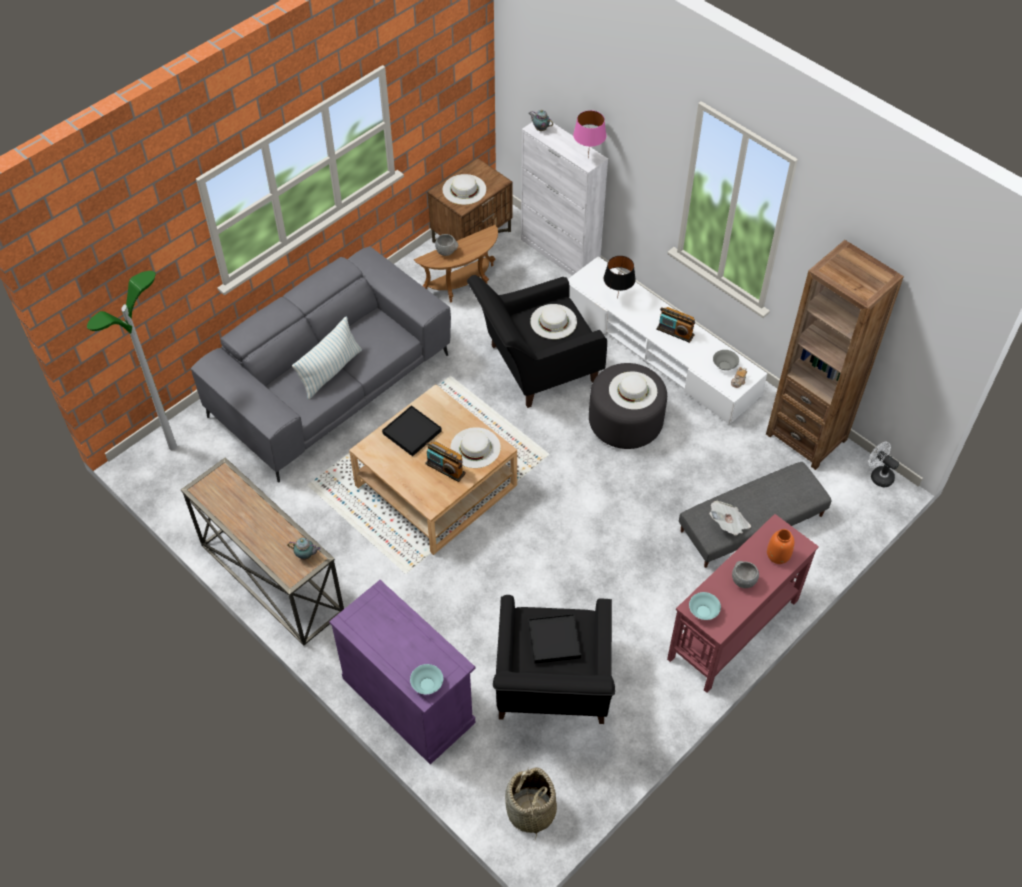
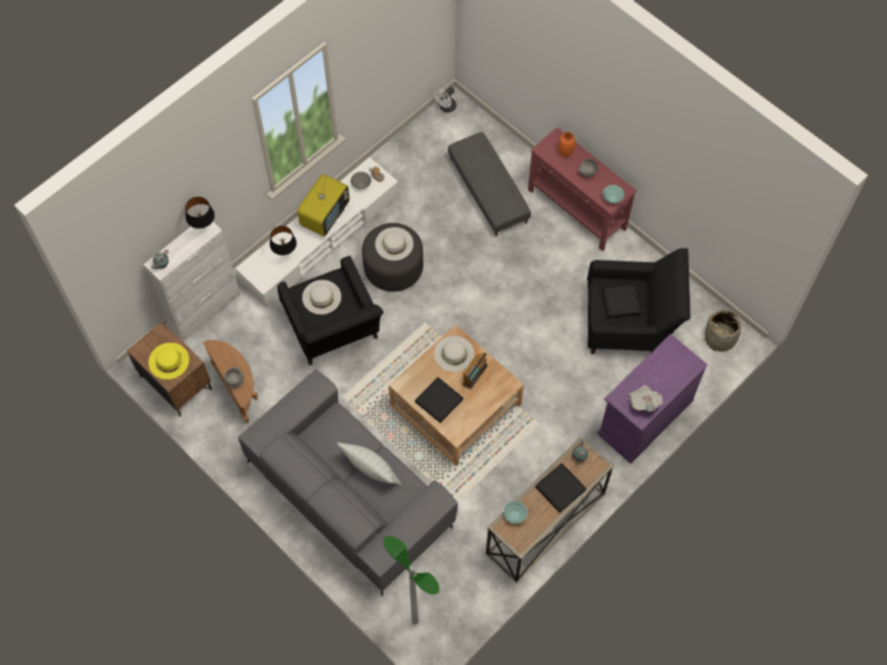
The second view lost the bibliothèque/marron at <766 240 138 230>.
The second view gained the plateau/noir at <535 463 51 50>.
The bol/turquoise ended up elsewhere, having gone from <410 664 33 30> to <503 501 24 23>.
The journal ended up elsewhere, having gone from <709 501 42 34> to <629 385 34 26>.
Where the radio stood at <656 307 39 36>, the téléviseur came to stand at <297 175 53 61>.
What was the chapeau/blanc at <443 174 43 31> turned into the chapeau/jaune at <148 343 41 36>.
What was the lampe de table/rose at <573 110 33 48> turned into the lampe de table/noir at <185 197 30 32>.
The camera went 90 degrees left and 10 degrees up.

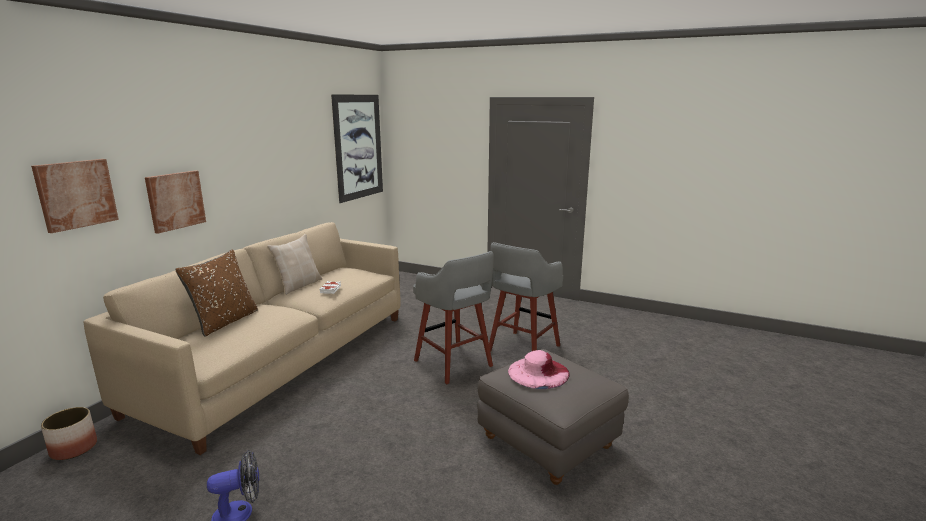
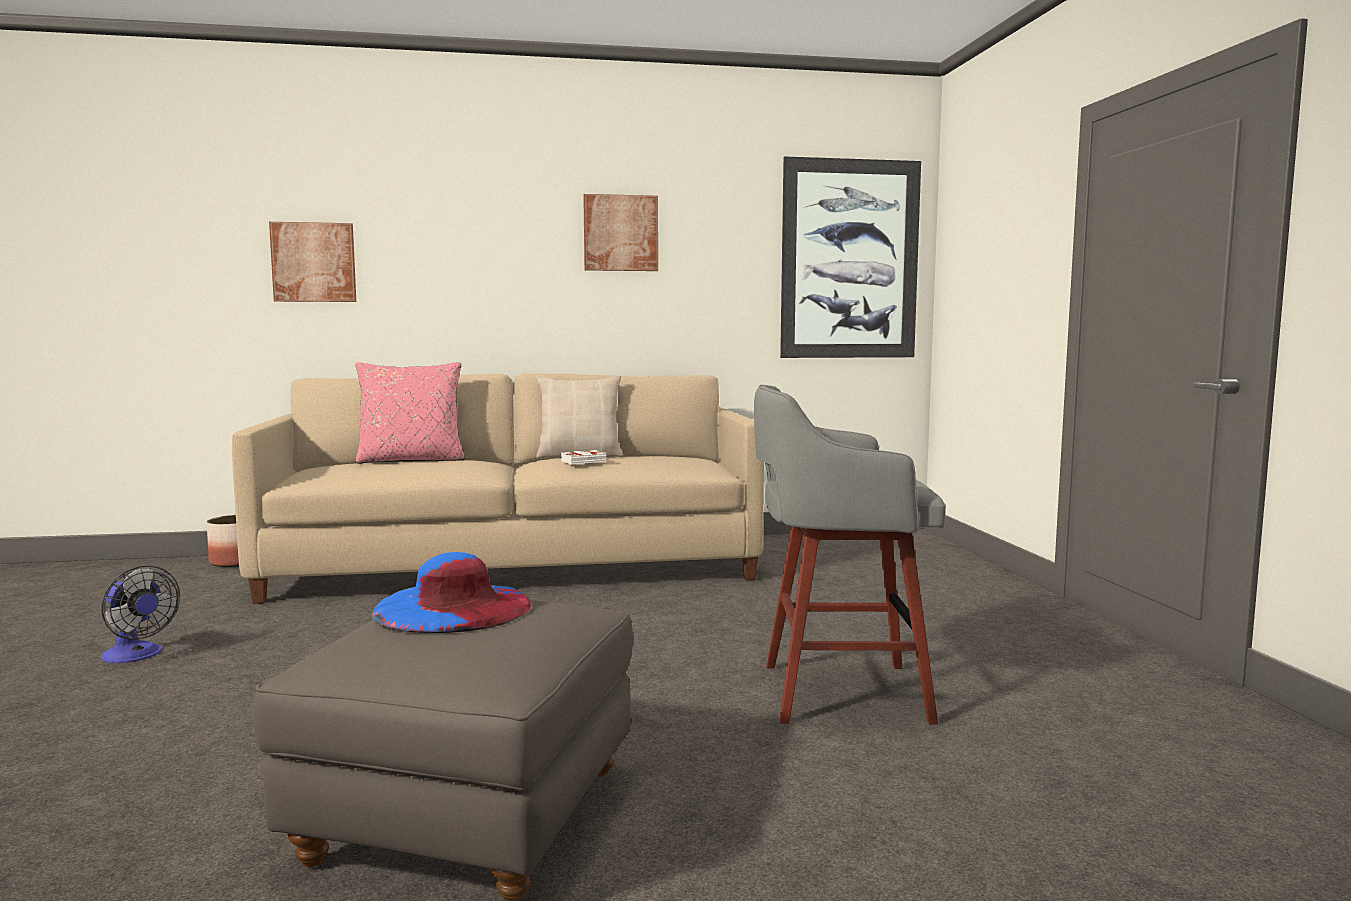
The second view lost the tabouret/gris at <413 251 81 133>.
The tableau ended up elsewhere, having gone from <145 170 61 63> to <583 194 75 77>.
What was the coussin/marron at <175 249 83 88> turned into the coussin/rose at <355 362 110 102>.
What was the chapeau/rose at <508 350 62 39> turned into the chapeau/bleu at <372 552 159 81>.
The camera went 55 degrees right and 10 degrees down.

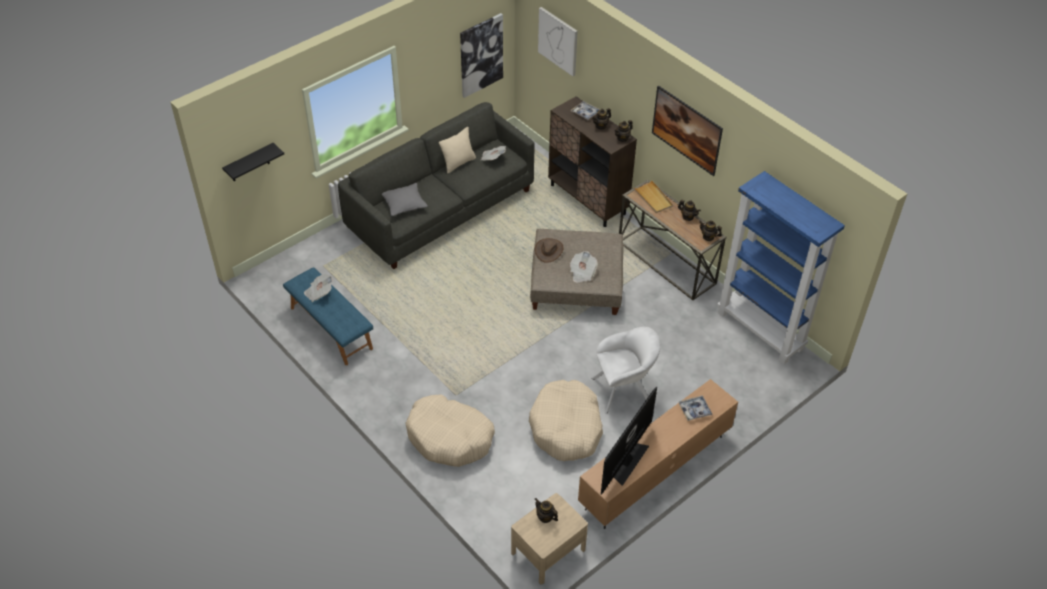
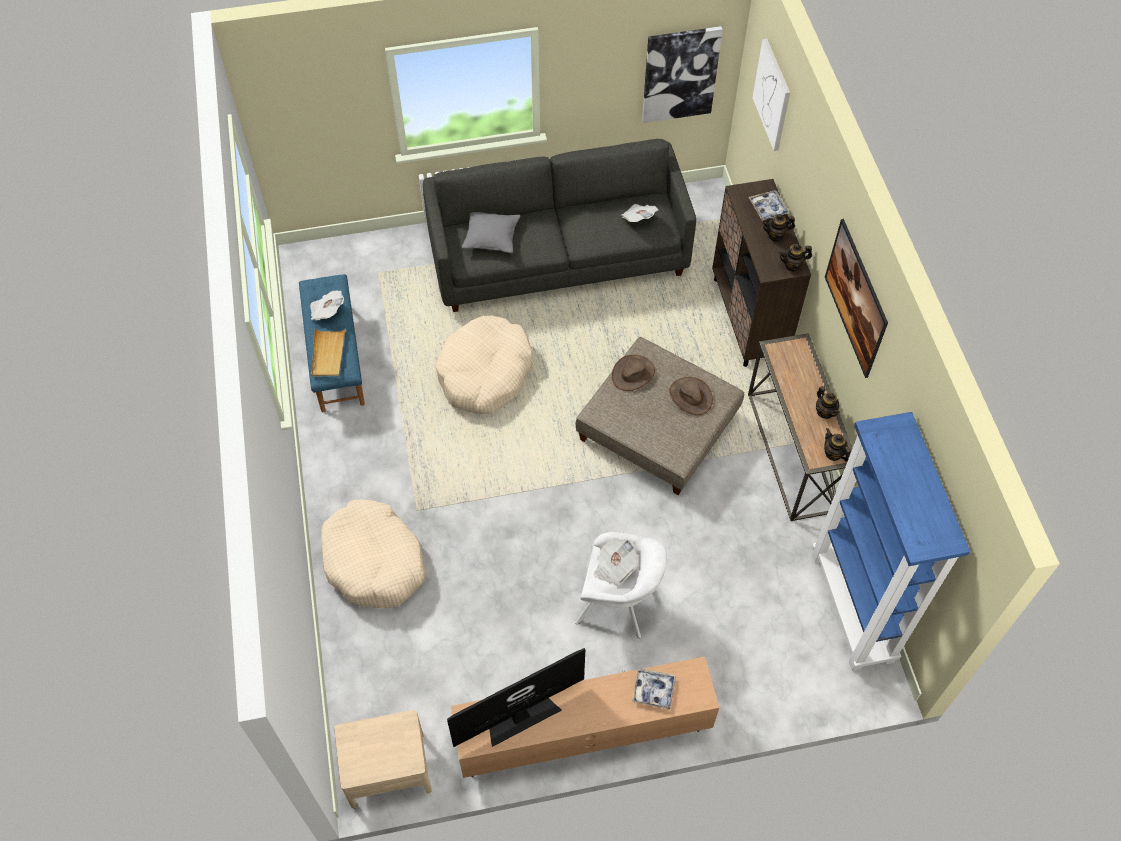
The second view lost the étagère/noir at <222 143 62 38>.
The second view lost the coussin/beige at <439 127 37 47>.
The second view lost the théière at <535 498 23 25>.
The second view gained the chapeau/marron at <670 377 43 38>.
The panier pour chien/beige ended up elsewhere, having gone from <529 380 74 81> to <436 315 98 99>.
The journal ended up elsewhere, having gone from <570 251 28 32> to <594 538 45 48>.
The plateau/beige ended up elsewhere, having gone from <633 180 40 33> to <312 328 34 49>.
The camera went 30 degrees right and 10 degrees up.

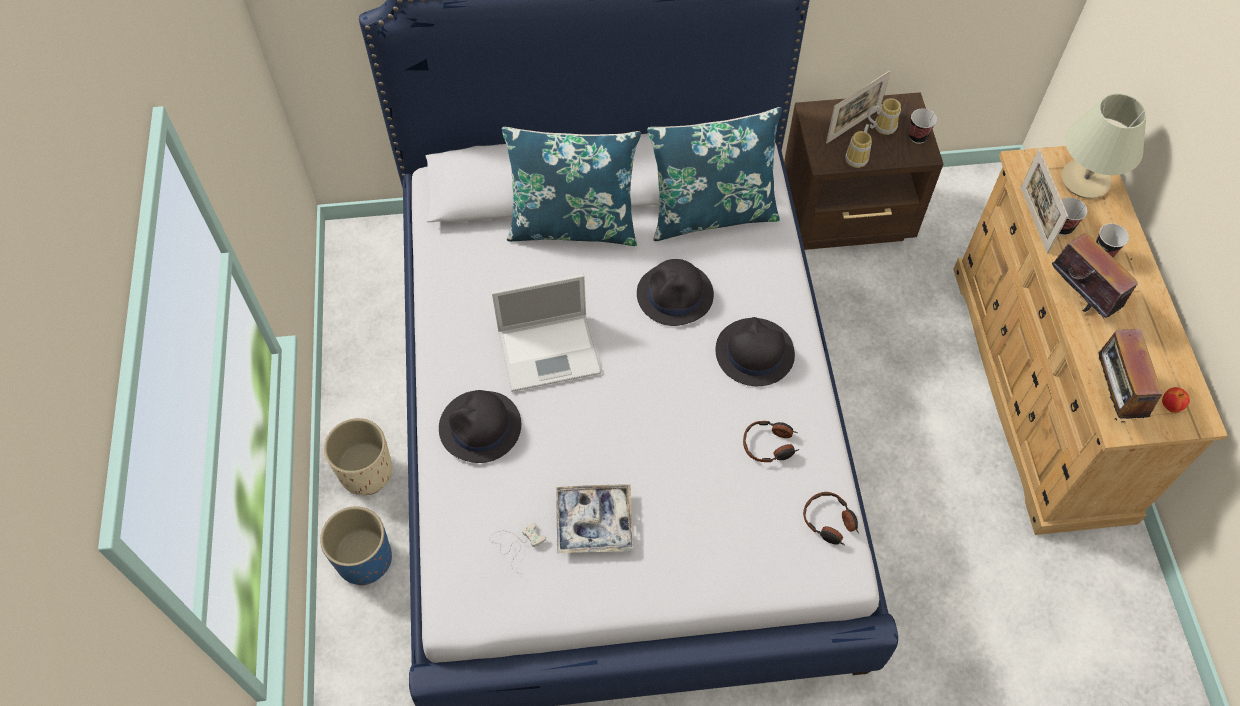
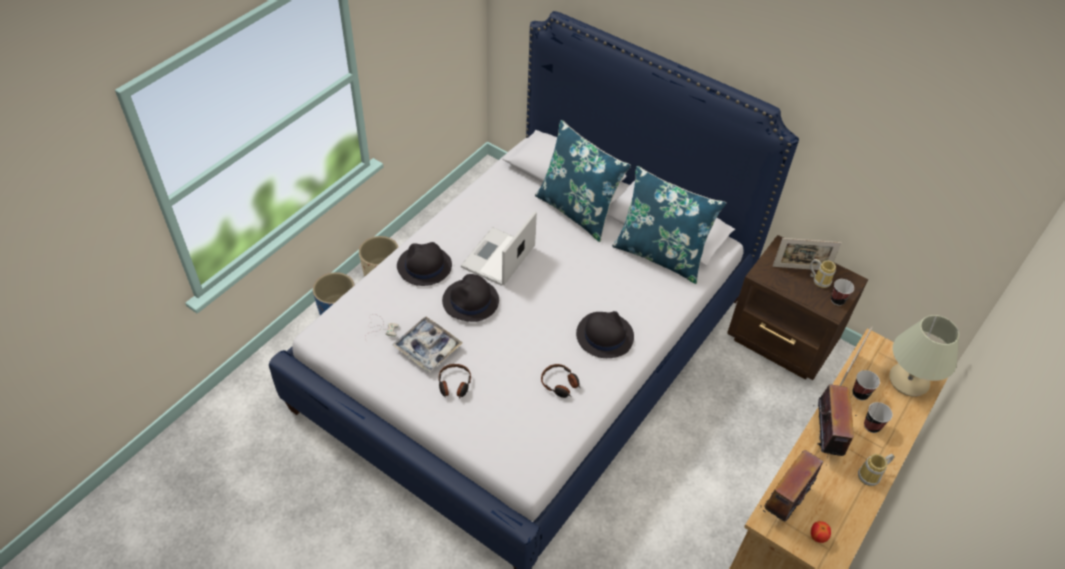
The chapeau/noir ended up elsewhere, having gone from <637 259 77 67> to <442 274 57 48>.
The casque audio ended up elsewhere, having gone from <803 492 56 53> to <438 364 33 34>.
The mug ended up elsewhere, having gone from <845 124 27 44> to <858 454 37 32>.
The ordinateur portable at <492 274 109 118> ended up facing another way, 90 degrees clockwise from before.
The camera went 40 degrees right and 10 degrees down.

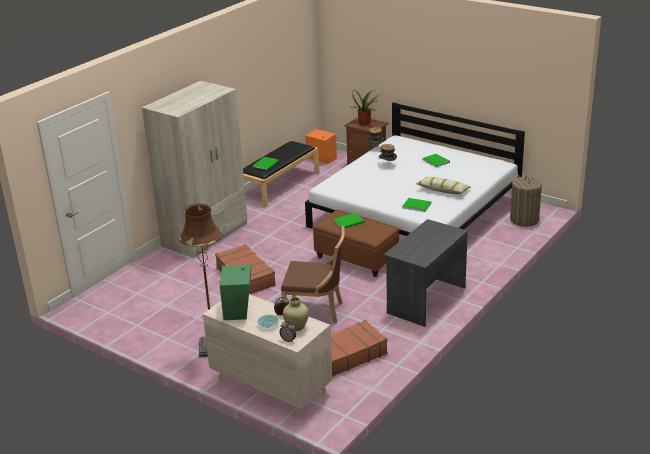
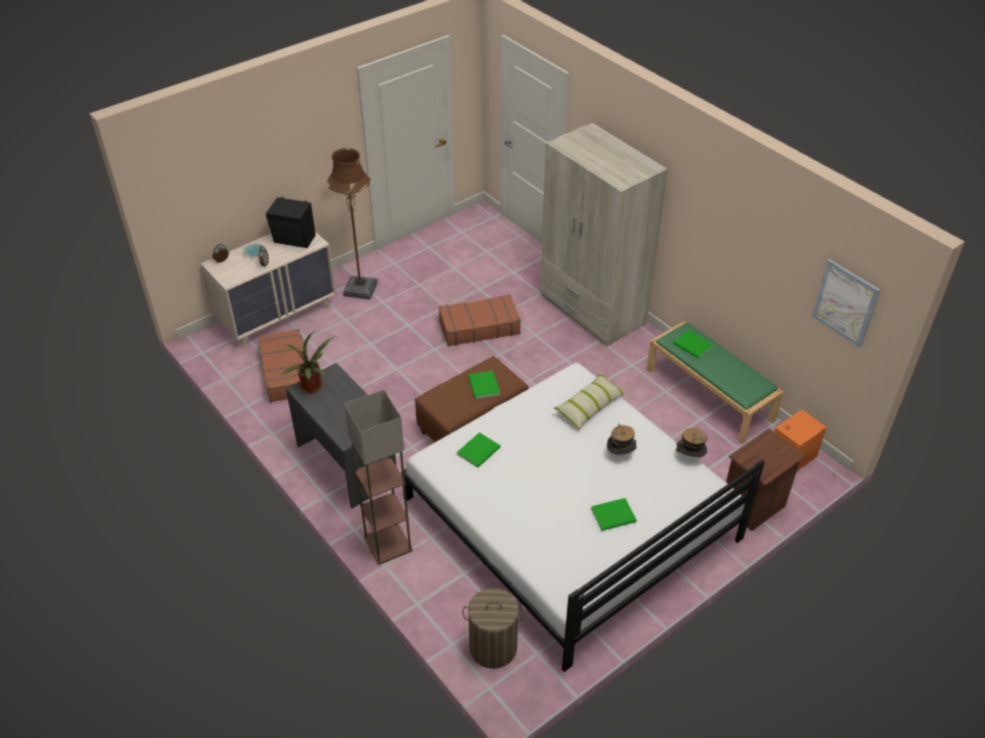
The second view lost the chaise/marron at <281 226 64 98>.
The second view lost the vase/beige at <283 297 26 34>.
The second view gained the lampadaire at <344 390 69 175>.
The second view gained the tableau at <812 259 68 89>.
The plante en pot ended up elsewhere, having gone from <350 89 30 37> to <281 332 53 61>.
The coussin ended up elsewhere, having gone from <415 177 56 17> to <554 372 72 58>.
What was the enceinte/vert at <220 264 31 56> turned into the enceinte/noir at <266 196 50 52>.
What was the banc/noir at <243 141 76 66> turned into the banc/vert at <646 321 138 123>.
The camera went 105 degrees right and 15 degrees up.

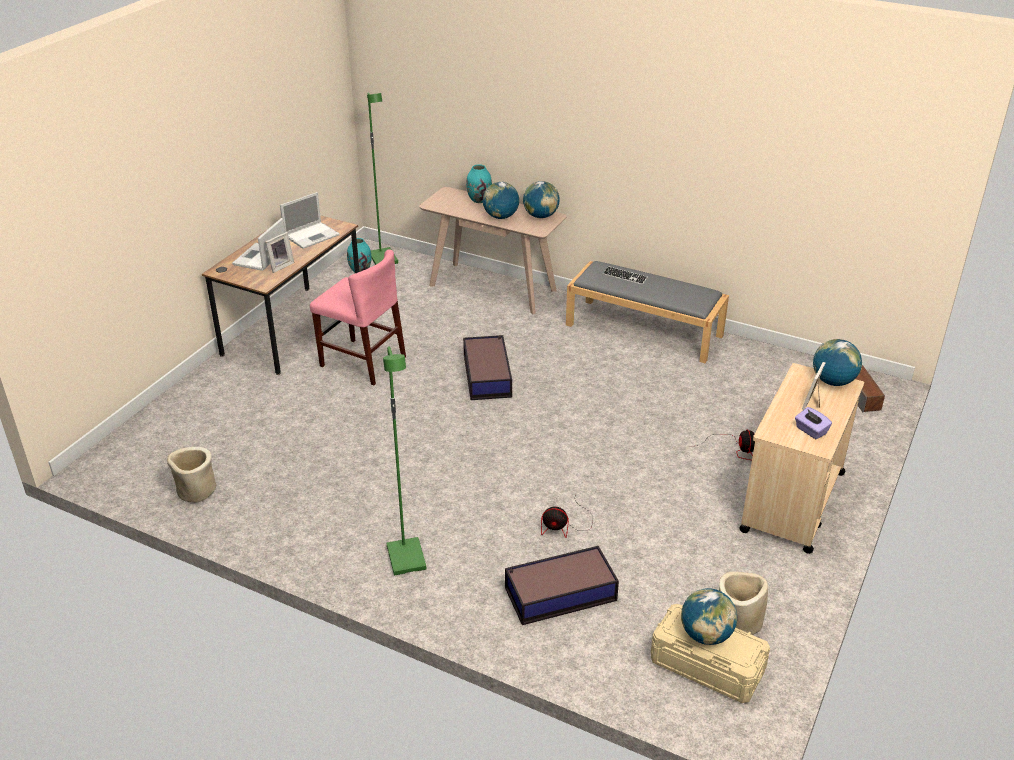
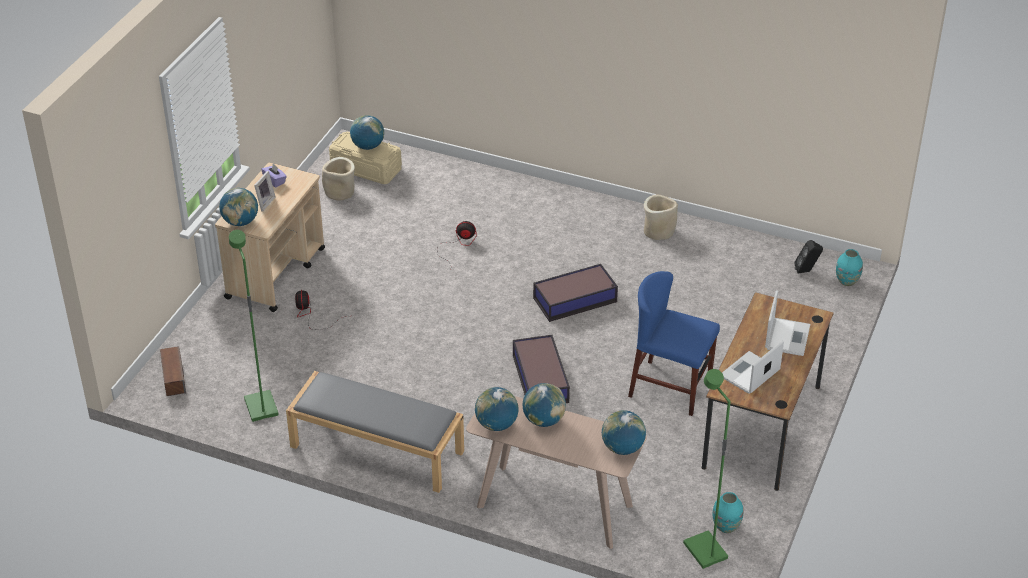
The second view lost the cadre photo at <265 232 29 41>.
The second view lost the clavier at <603 266 45 19>.
The second view gained the globe at <602 410 44 45>.
The second view gained the enceinte/noir at <795 240 28 34>.
The cache-pot/beige ended up elsewhere, having gone from <167 447 49 56> to <644 195 34 45>.
The lampadaire/vert ended up elsewhere, having gone from <383 346 43 229> to <229 230 50 192>.
The vase/turquoise ended up elsewhere, having gone from <466 164 26 39> to <836 249 27 37>.
The boîte de rangement ended up elsewhere, having gone from <505 546 114 79> to <533 264 85 58>.
What was the chaise/rose at <310 249 96 136> turned into the chaise/bleu at <628 271 92 145>.
The camera went 175 degrees right and 5 degrees up.

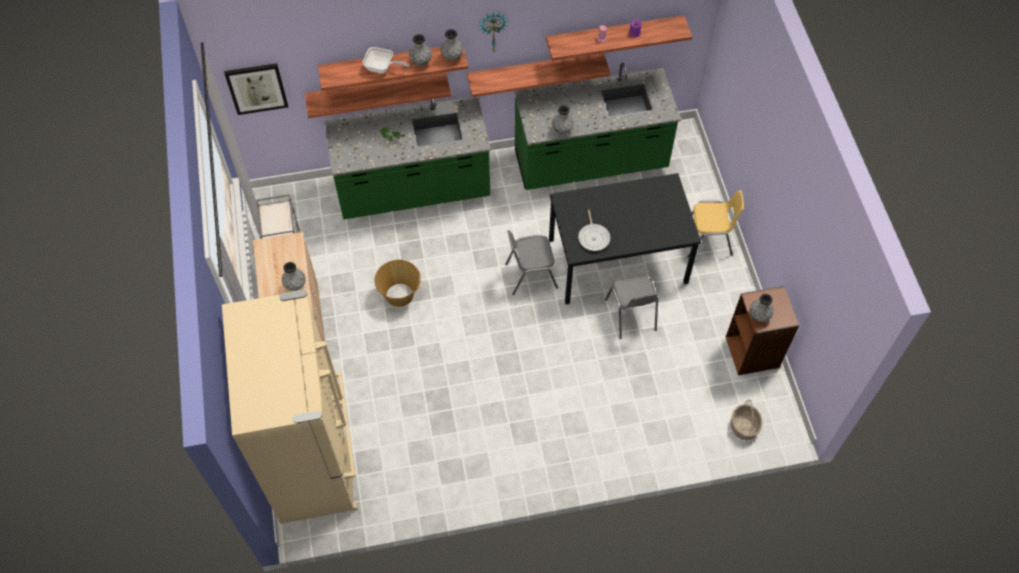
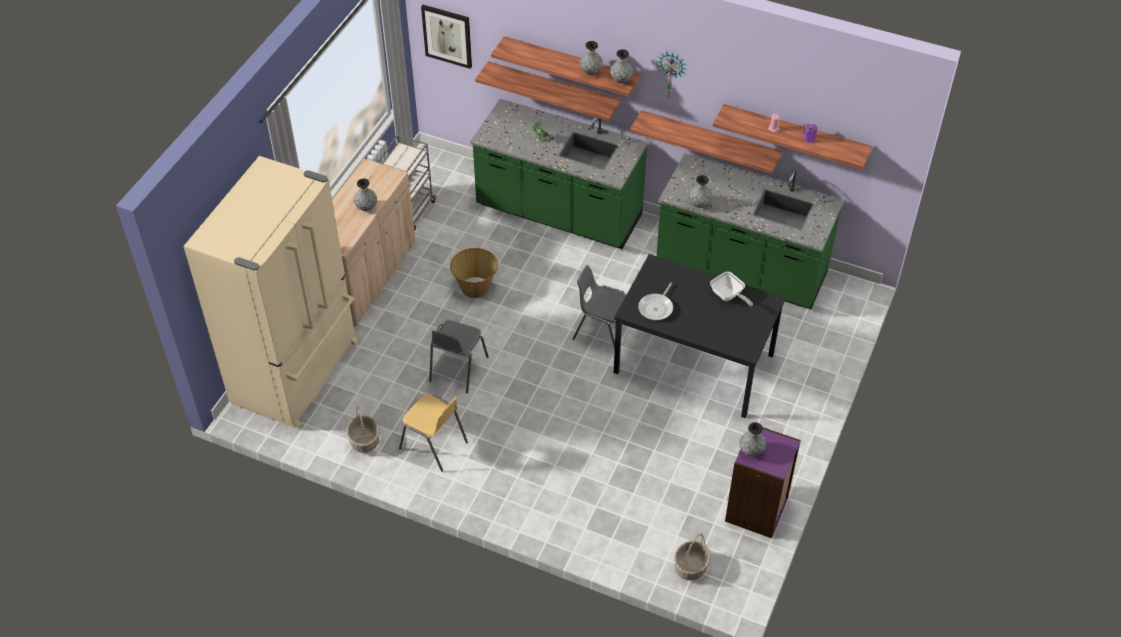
The second view gained the panier at <346 406 34 47>.
The poêle ended up elsewhere, having gone from <362 47 47 27> to <710 272 43 35>.
The chaise/gris ended up elsewhere, having gone from <605 274 53 65> to <429 320 60 74>.
The chaise/jaune ended up elsewhere, having gone from <687 190 57 68> to <399 394 69 78>.
What was the bibliothèque/marron at <726 286 73 89> turned into the bibliothèque/violet at <725 427 76 111>.
The camera went 35 degrees right and 10 degrees down.

